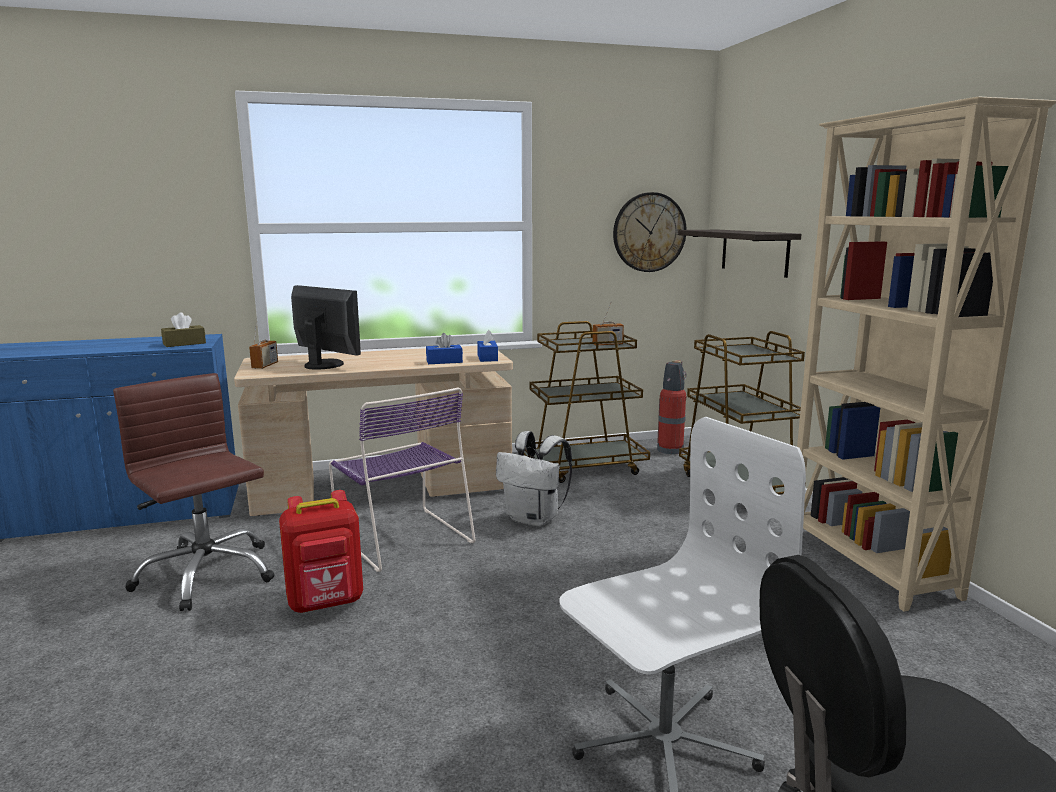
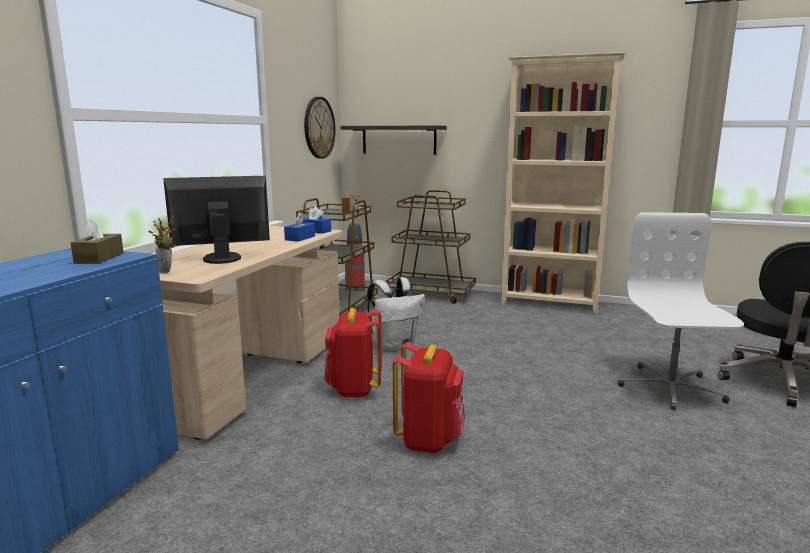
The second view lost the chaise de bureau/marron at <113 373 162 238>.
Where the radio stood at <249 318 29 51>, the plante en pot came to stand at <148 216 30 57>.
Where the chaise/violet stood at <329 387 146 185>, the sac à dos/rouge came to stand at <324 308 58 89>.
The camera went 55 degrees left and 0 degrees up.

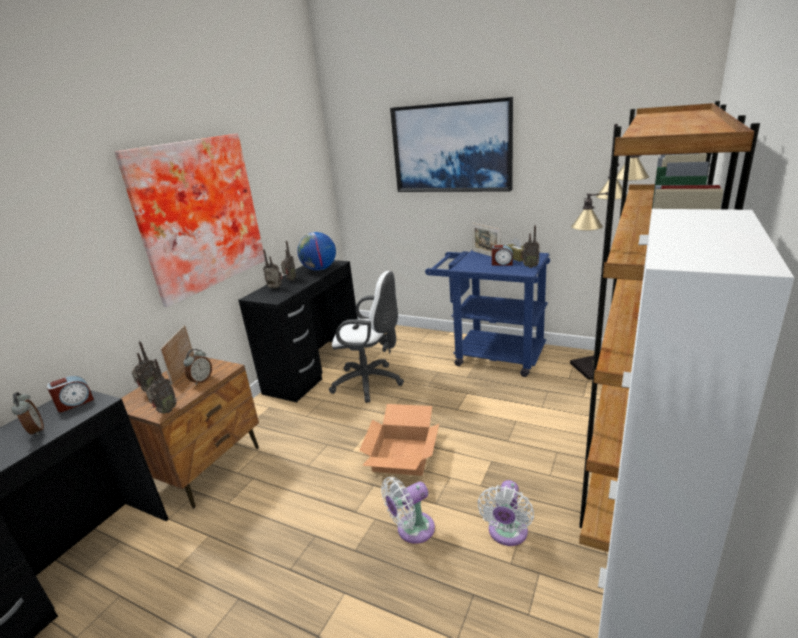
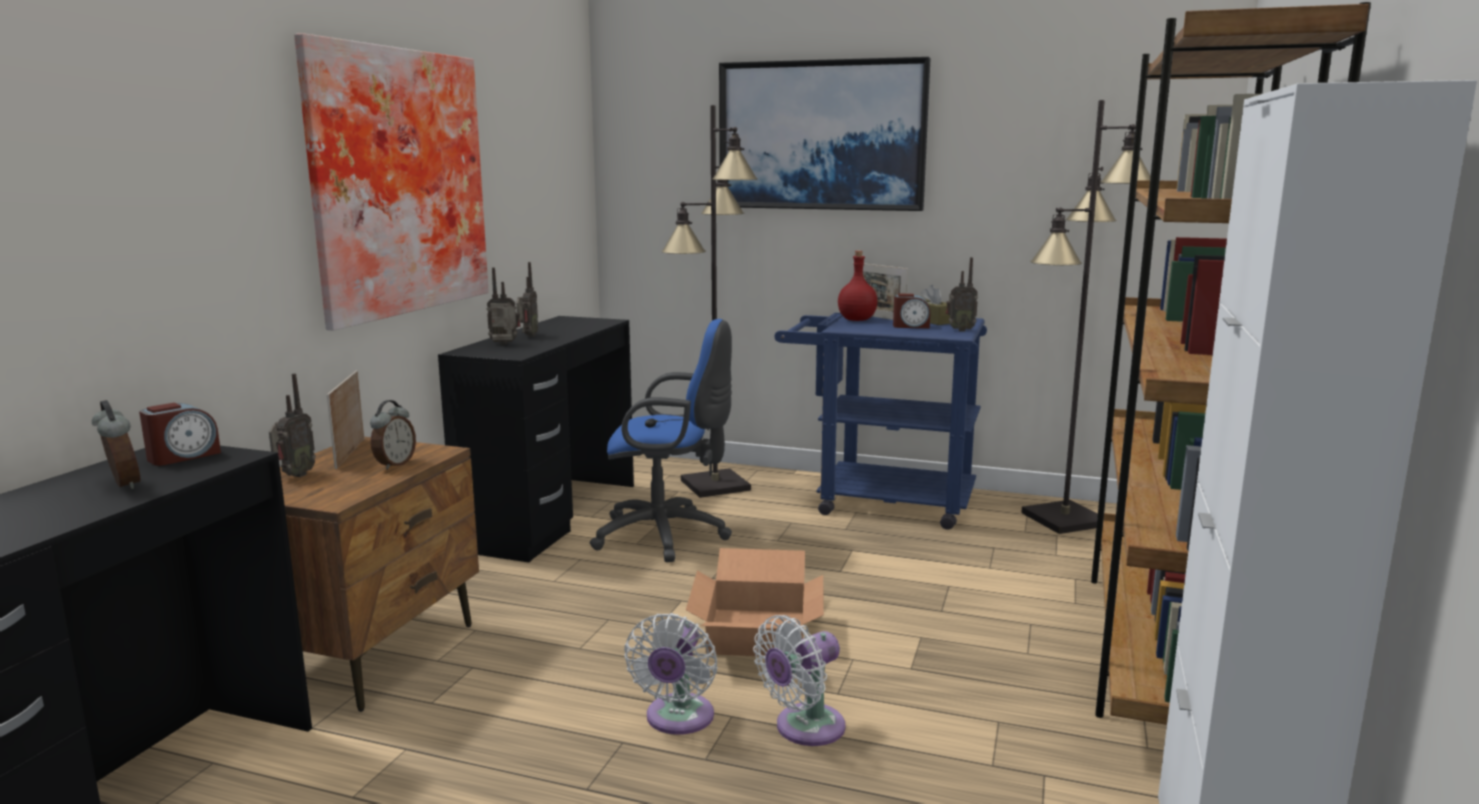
The second view lost the radio at <146 359 31 55>.
The second view lost the globe at <297 232 39 39>.
The second view gained the lampadaire/noir at <661 105 97 393>.
The second view gained the bouteille/rouge at <838 251 40 70>.
The ventilateur/blanc ended up elsewhere, having gone from <477 480 57 66> to <624 613 94 122>.
What was the chaise de bureau/blanc at <329 271 75 132> turned into the chaise de bureau/bleu at <590 319 142 243>.
The camera went 10 degrees left and 10 degrees down.

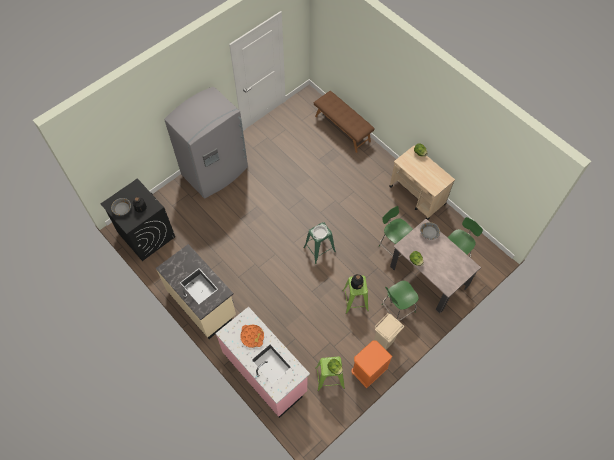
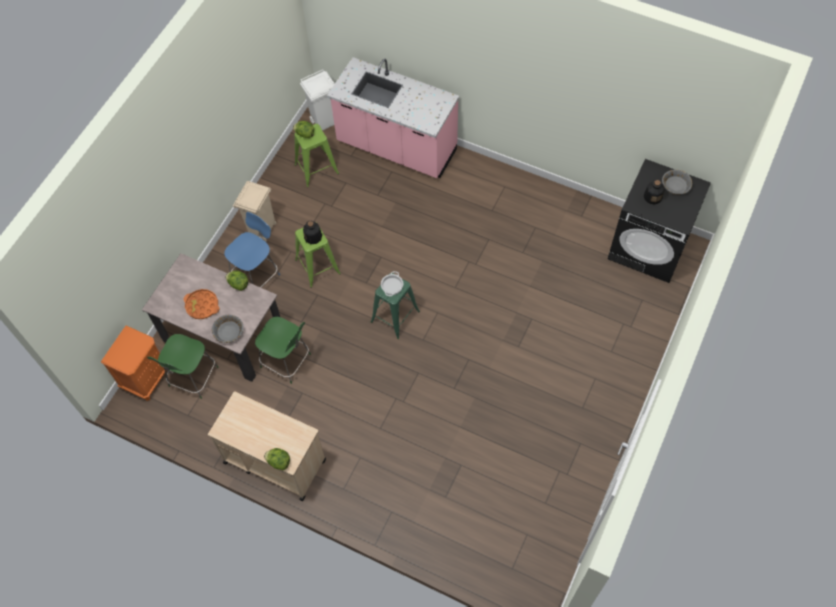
The second view lost the comptoir de cuisine/beige at <156 244 80 95>.
The second view lost the réfrigérateur/gris at <164 87 84 111>.
The second view lost the banc/marron at <314 91 61 62>.
The second view gained the poubelle/blanc at <300 69 35 62>.
The plateau/orange ended up elsewhere, having gone from <240 325 24 23> to <183 289 36 30>.
The table de chevet/orange ended up elsewhere, having gone from <351 341 41 47> to <101 325 66 76>.
What was the chaise/vert at <382 281 37 40> turned into the chaise/bleu at <224 212 56 76>.
The camera went 160 degrees right and 0 degrees up.

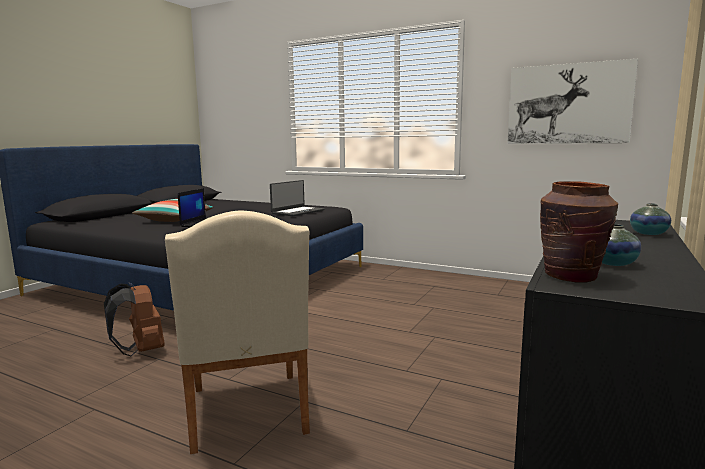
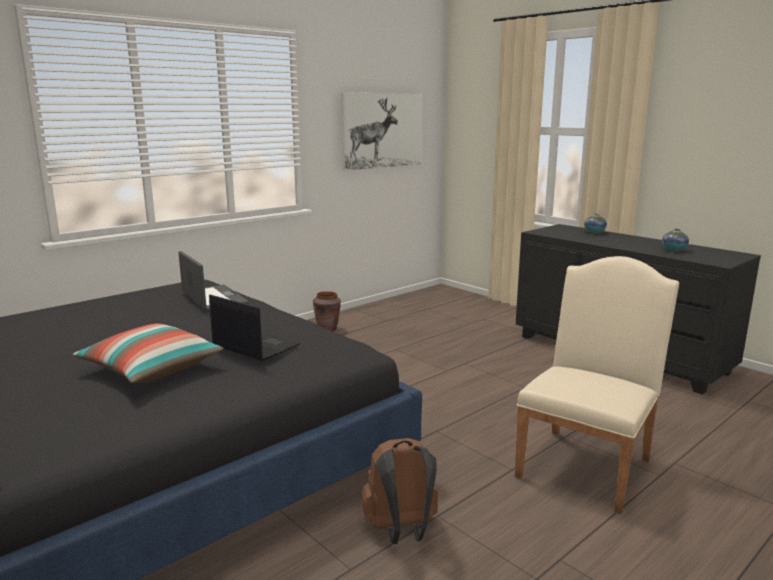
The vase/marron ended up elsewhere, having gone from <540 181 78 101> to <313 291 28 40>.
The chaise/beige at <165 211 145 243> ended up facing another way, 60 degrees counterclockwise from before.
The camera went 70 degrees left and 5 degrees up.

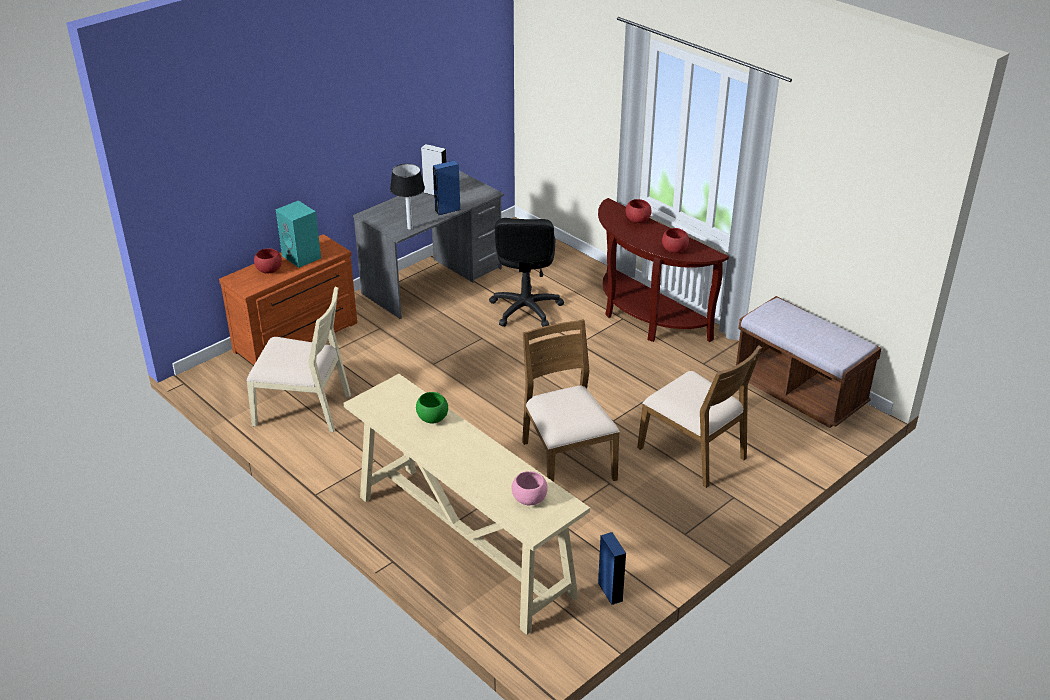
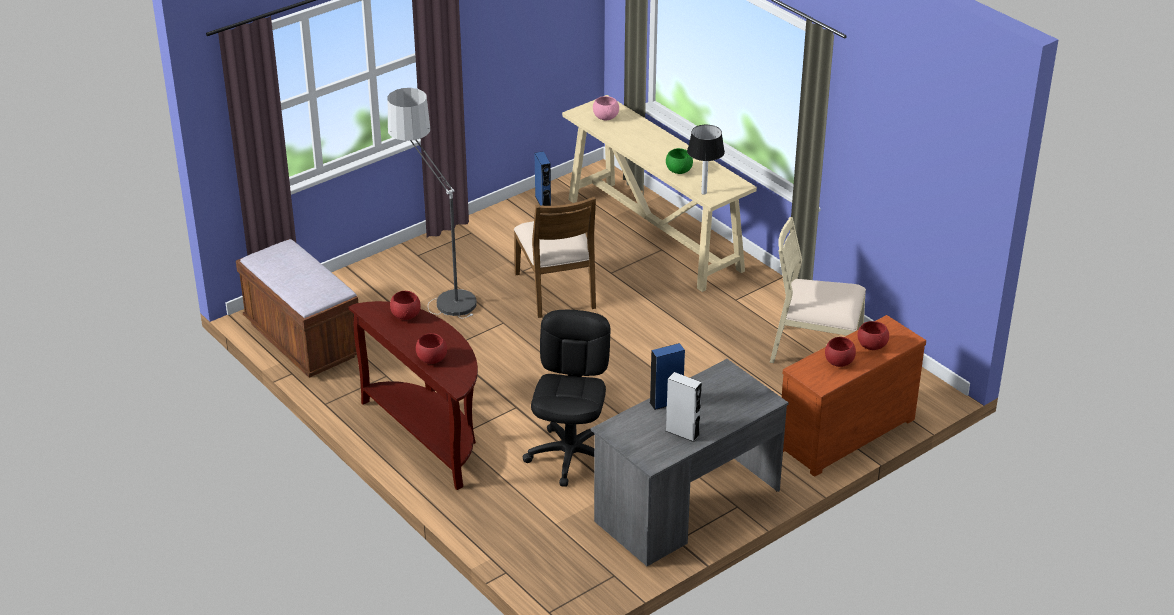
The lampe de table ended up elsewhere, having gone from <390 164 35 66> to <687 125 38 70>.
Where the enceinte/turquoise stood at <276 201 45 67>, the bol/rouge came to stand at <825 337 31 30>.
Where the chaise/marron stood at <637 345 125 143>, the lampadaire came to stand at <388 88 88 230>.
The camera went 175 degrees left and 0 degrees up.

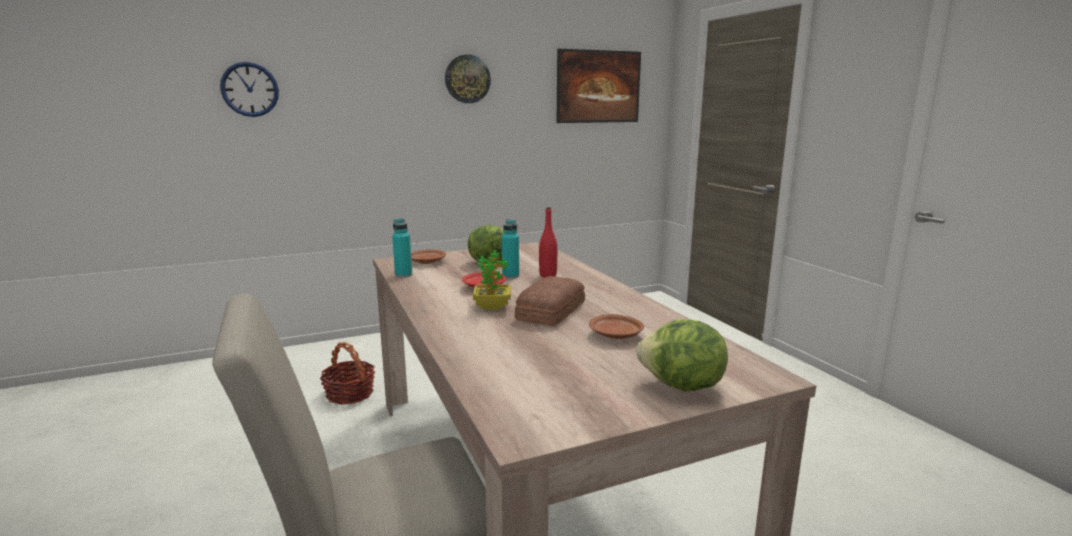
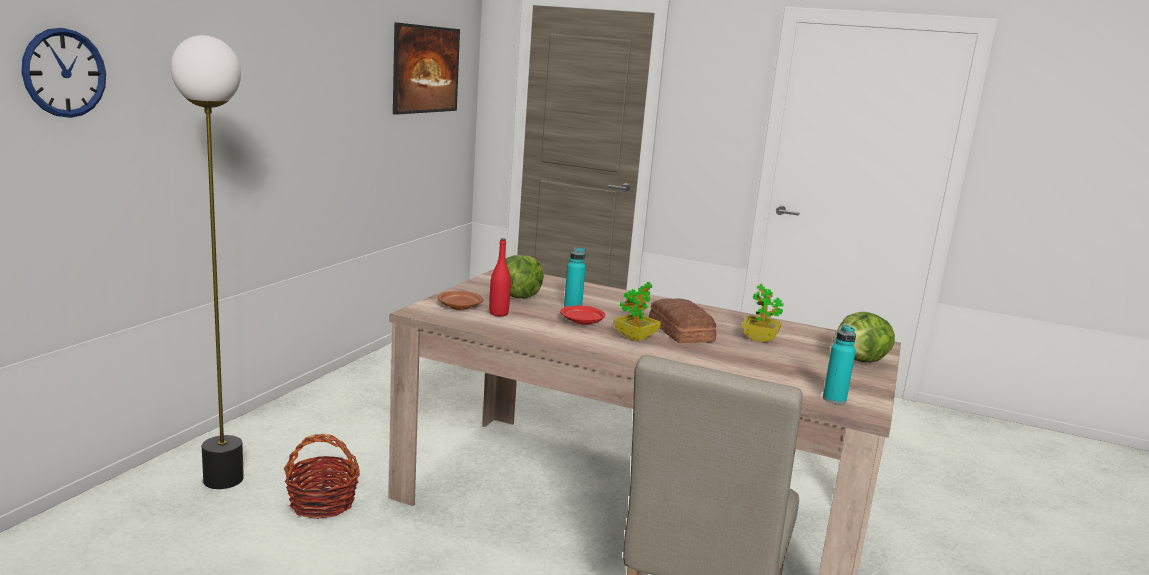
The second view lost the horloge murale at <445 54 46 49>.
The second view gained the lampadaire at <171 35 73 454>.
The bouteille/turquoise ended up elsewhere, having gone from <392 218 20 59> to <823 325 33 79>.
The bouteille/rouge ended up elsewhere, having gone from <539 207 18 71> to <489 238 22 78>.
Where the assiette/marron stood at <589 314 55 25>, the plante en pot came to stand at <742 284 42 58>.
The camera went 45 degrees left and 0 degrees up.

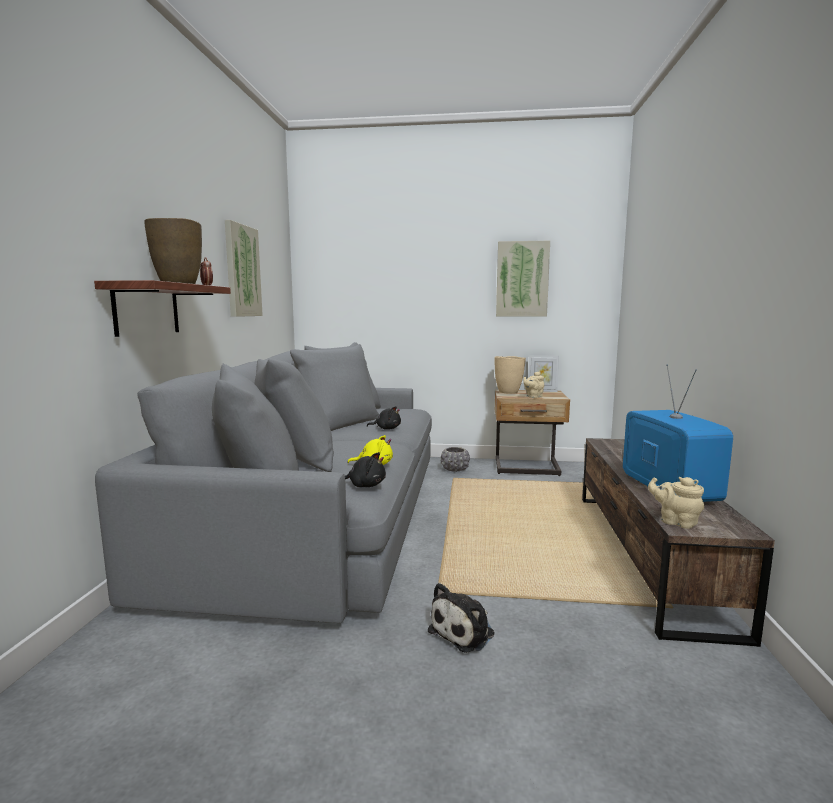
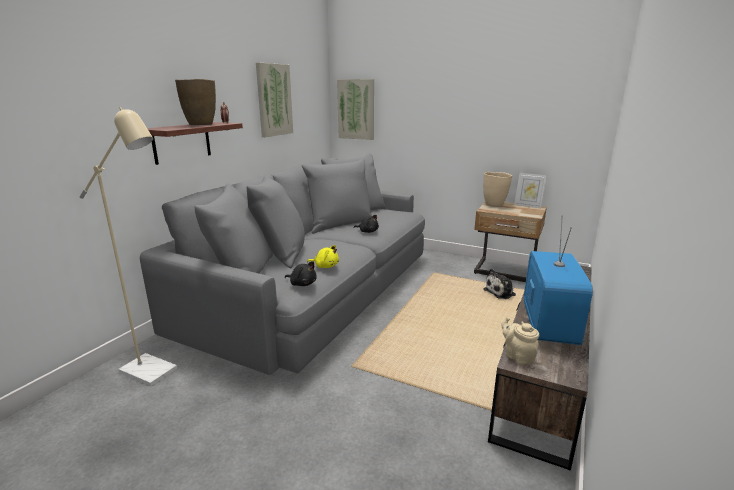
The second view lost the cache-pot/gris at <440 447 30 25>.
The second view lost the théière/beige at <523 372 21 26>.
The second view gained the lampadaire/beige at <80 107 97 279>.
The peluche ended up elsewhere, having gone from <428 583 67 70> to <483 269 33 30>.
The tableau ended up elsewhere, having gone from <496 241 54 76> to <337 79 37 61>.
The camera went 20 degrees right and 10 degrees up.

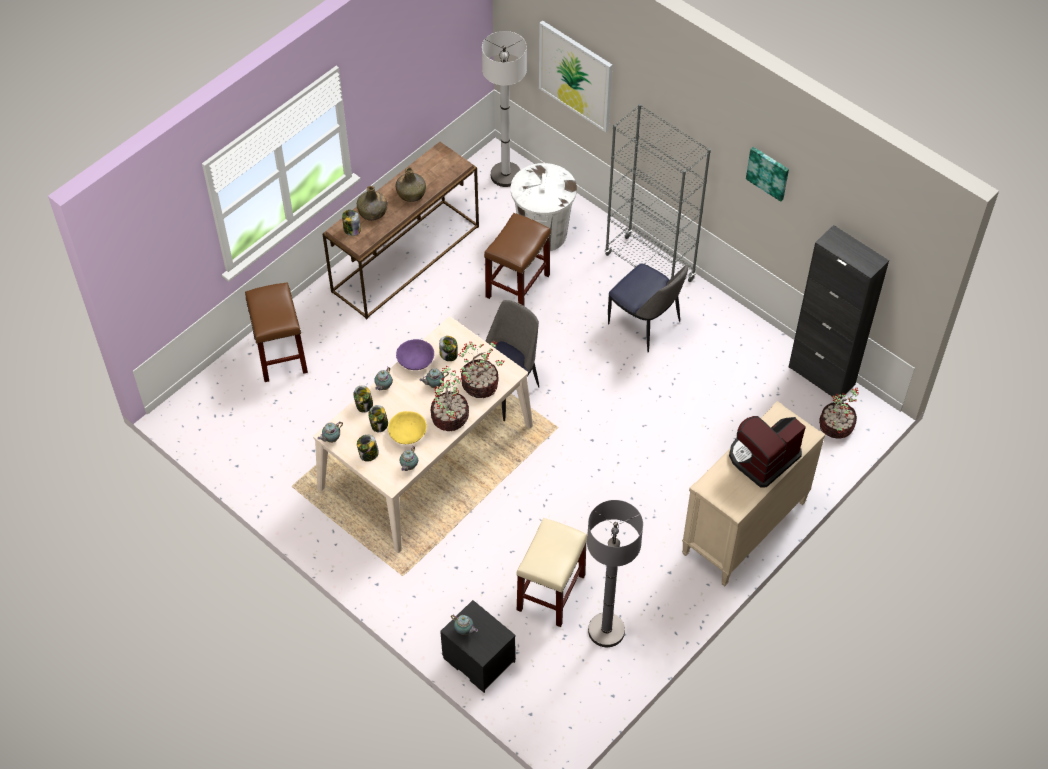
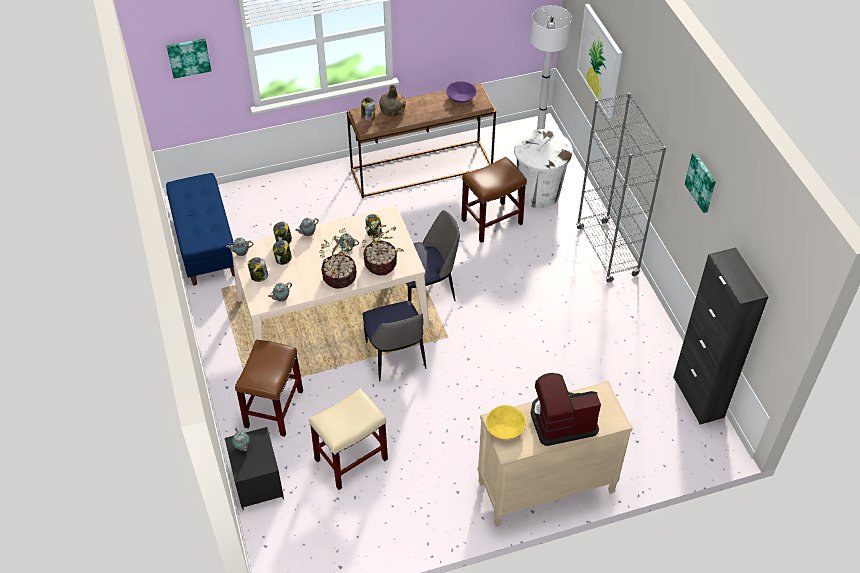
The second view lost the bouteille/vert at <395 167 31 35>.
The second view lost the lampadaire/gris at <587 500 56 147>.
The second view lost the plante en pot at <819 388 40 51>.
The second view gained the banc/bleu at <166 173 69 113>.
The second view gained the tableau at <167 38 44 41>.
The tabouret/marron ended up elsewhere, having gone from <245 282 63 100> to <235 339 68 98>.
The bol/jaune ended up elsewhere, having gone from <388 411 39 33> to <486 405 40 35>.
The bol/violet ended up elsewhere, having gone from <396 339 38 31> to <446 81 31 22>.
The chaise ended up elsewhere, having gone from <608 263 80 90> to <363 301 63 80>.
The camera went 30 degrees right and 5 degrees down.

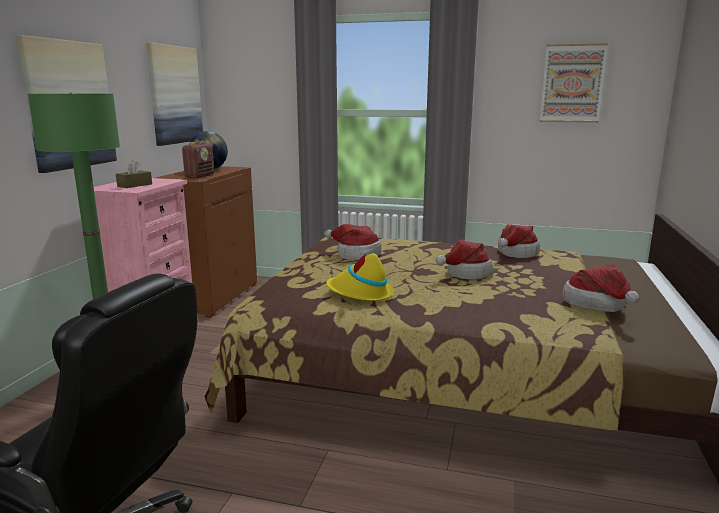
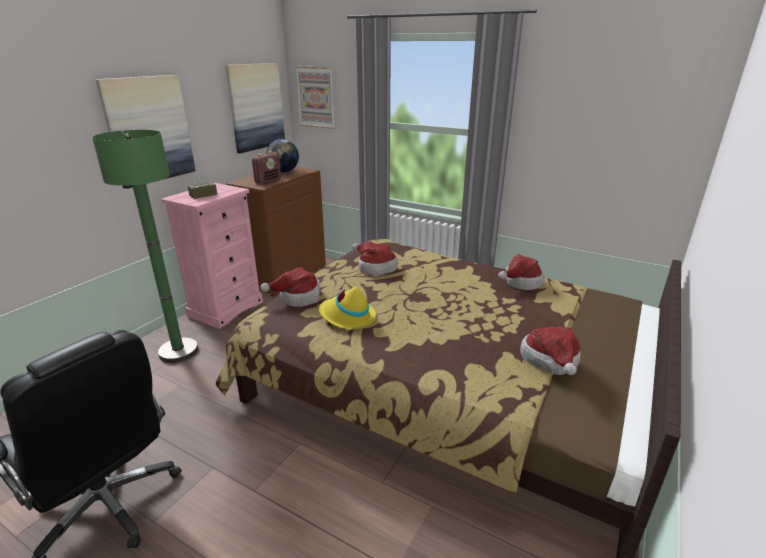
The chapeau ended up elsewhere, having gone from <436 240 58 40> to <260 267 60 40>.
The tableau ended up elsewhere, having gone from <540 43 68 80> to <295 66 40 63>.
The camera went 15 degrees right and 10 degrees up.

